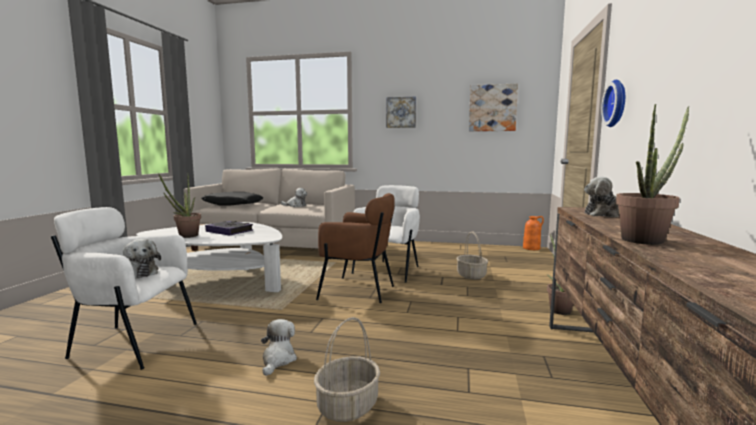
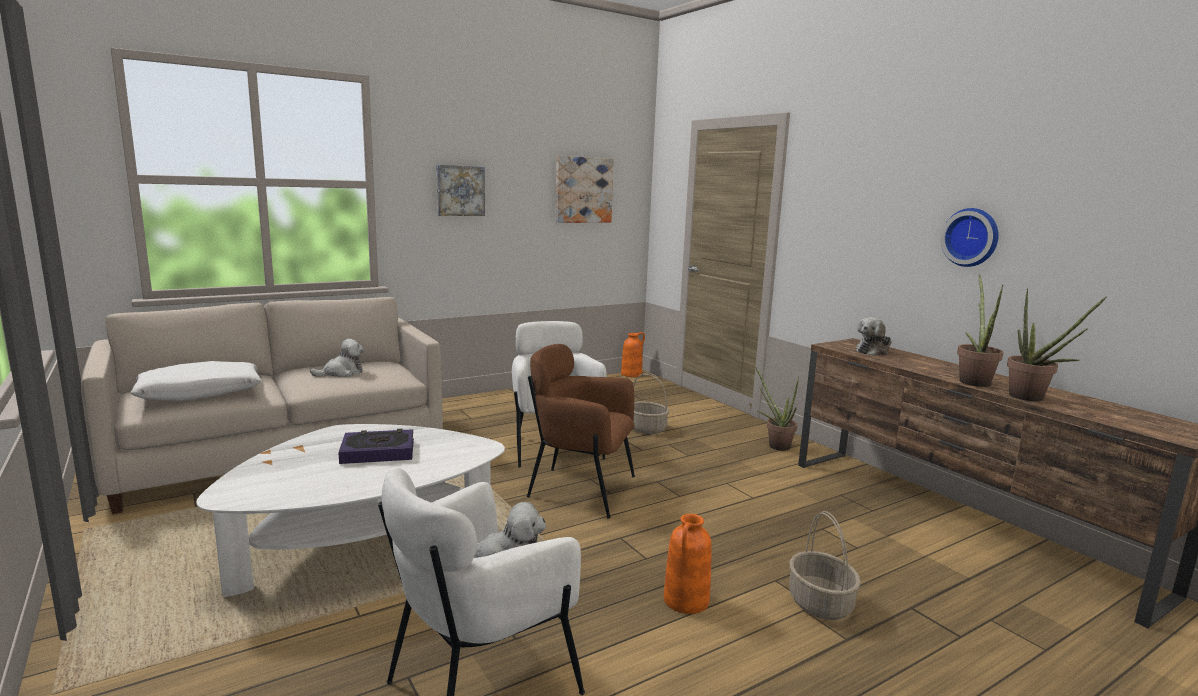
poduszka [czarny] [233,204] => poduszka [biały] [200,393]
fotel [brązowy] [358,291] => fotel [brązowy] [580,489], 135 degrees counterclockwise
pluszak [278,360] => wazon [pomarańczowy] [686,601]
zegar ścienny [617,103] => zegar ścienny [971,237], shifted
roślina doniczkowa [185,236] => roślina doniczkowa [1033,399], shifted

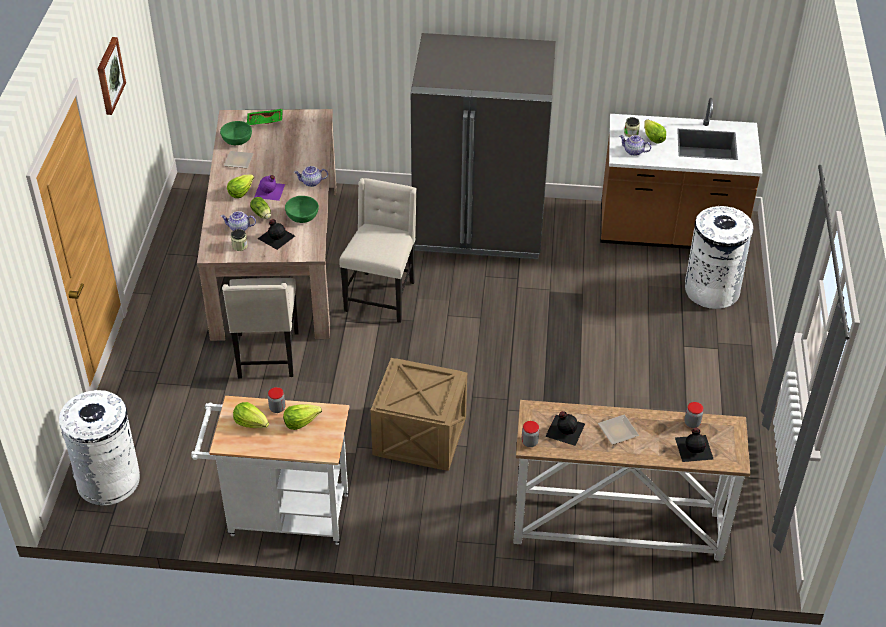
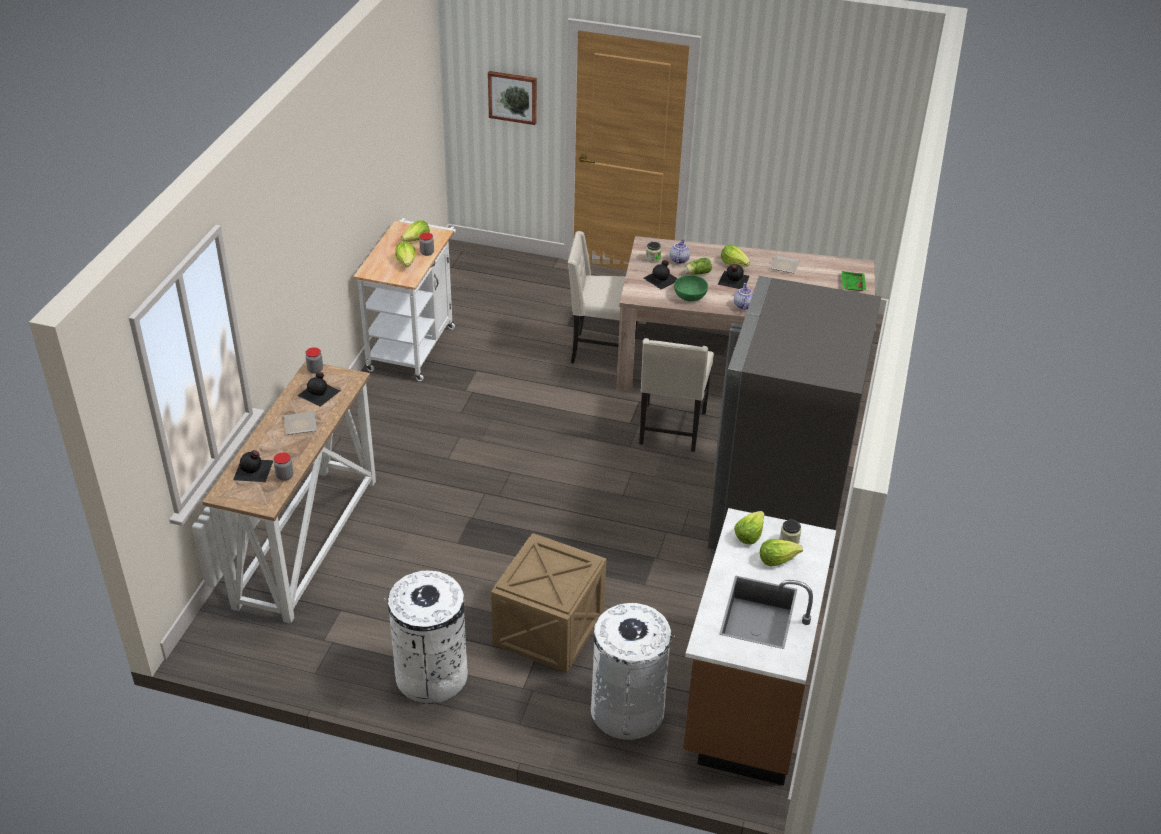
kosz na śmieci [biały] [109,480] => kosz na śmieci [biały] [431,676], shifted
obraz [109,75] => obraz [513,97], shifted
skrzynka [421,437] => skrzynka [548,630], shifted
krzesło [beżowy] [381,296] => krzesło [beżowy] [671,429], 75 degrees clockwise
butelka [fioletowy] [270,191] => butelka [czarny] [733,280]
imbryk [634,151] => sałata [749,534]
miska [zielony] [237,140] => nothing

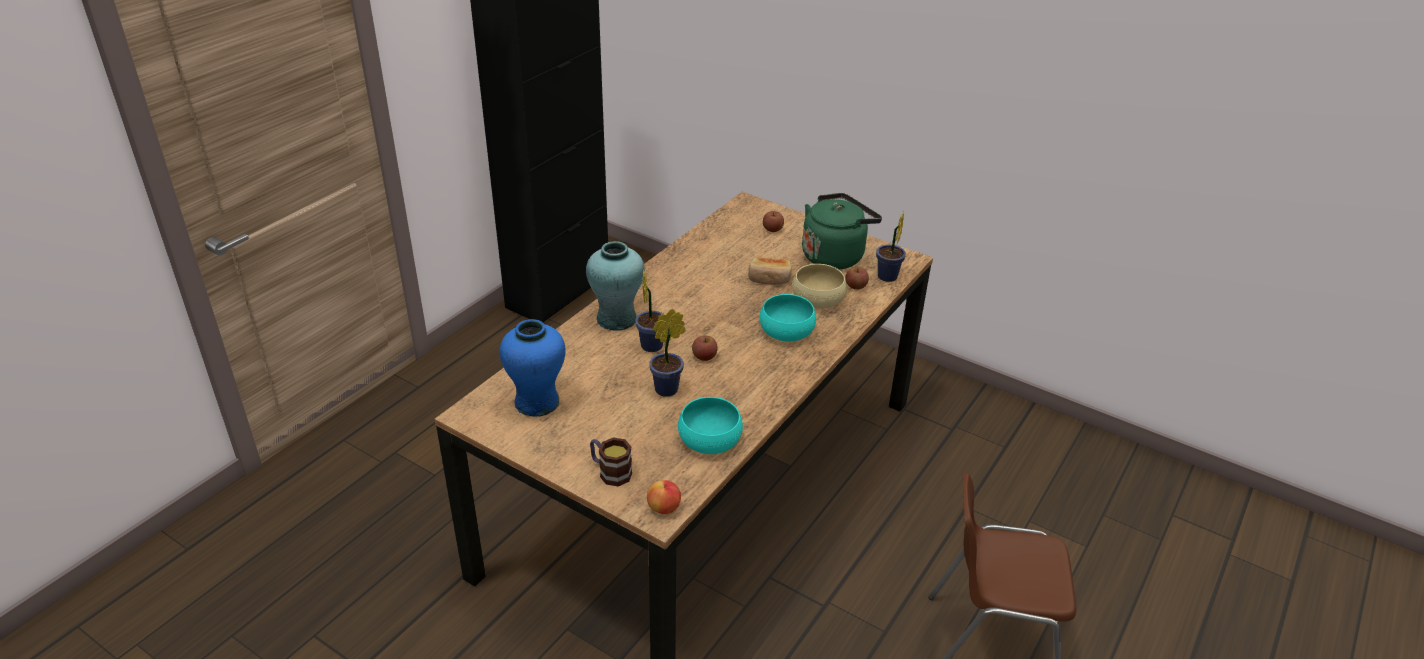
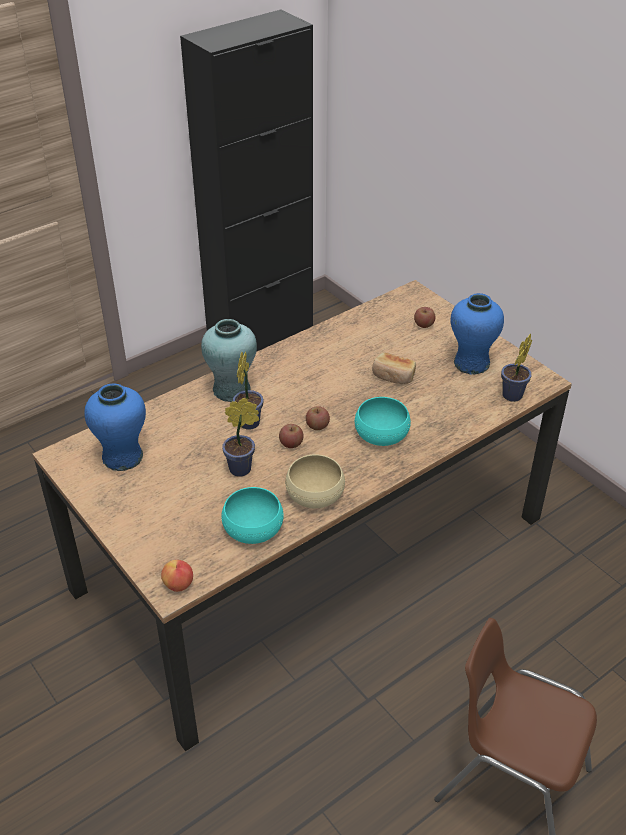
miska [beżowy] [817,299] => miska [beżowy] [314,494], shifted
jabłko [855,286] => jabłko [317,426], shifted
czajnik [zielony] [835,255] => wazon [niebieski] [471,363]
kubek [610,472] => nothing

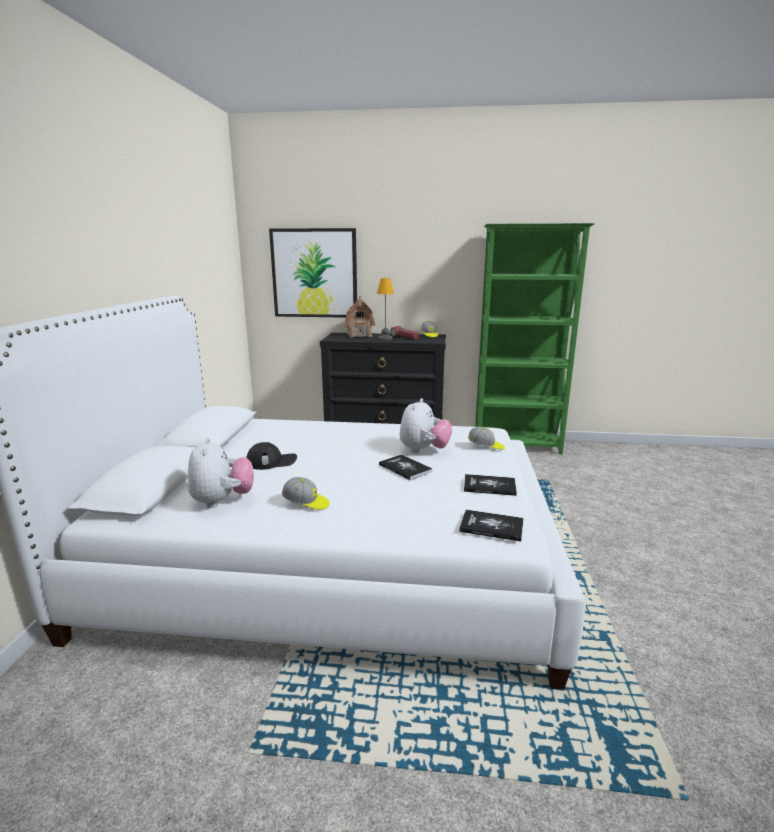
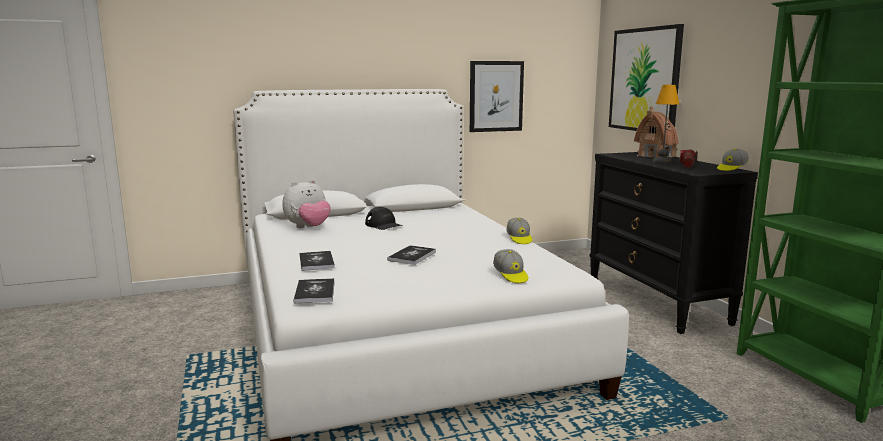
książka [489,486] => książka [316,262], shifted
nothing => obraz [496,96]
czapka z daszkiem [306,503] => czapka z daszkiem [519,239], shifted
pluszak [423,450] => nothing

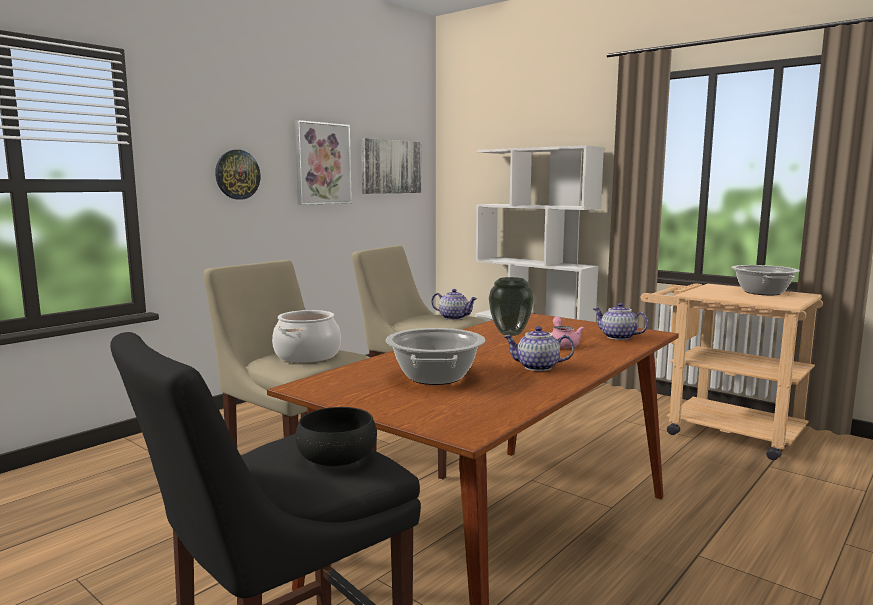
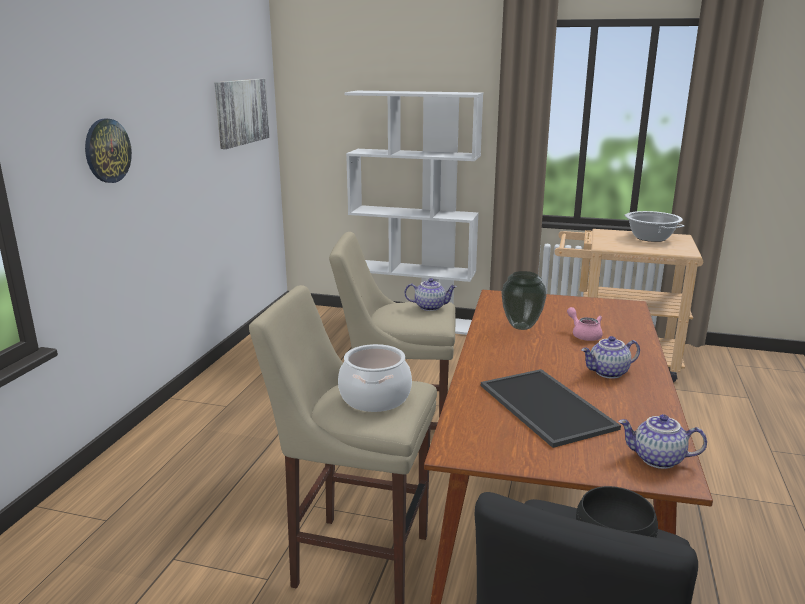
garnek [435,377] => taca [548,406]
imbryk [617,337] => imbryk [657,460], shifted
obraz [322,163] => nothing

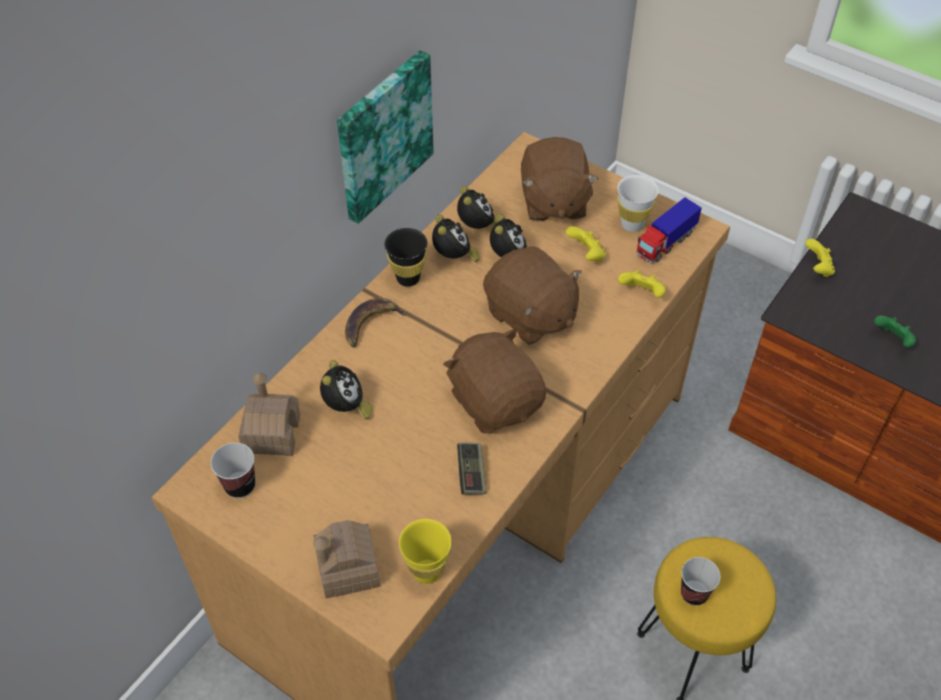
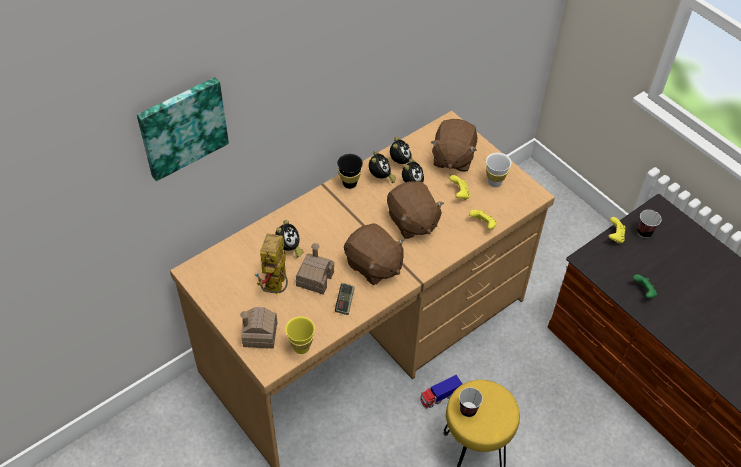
obraz [382,135] => obraz [182,127], shifted
nothing => robot zabawkowy [276,289]
domek [271,433] => domek [315,279], shifted
pluszak [brązowy] [495,401] => pluszak [brązowy] [373,265], 150 degrees clockwise
ciężarówka zabawkowa [665,243] => ciężarówka zabawkowa [439,397], shifted
filiżanka [240,485] => filiżanka [644,232], shifted
banan [371,324] => nothing

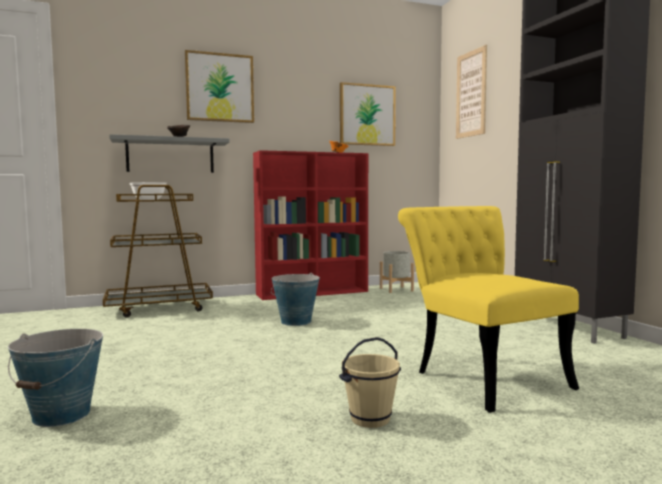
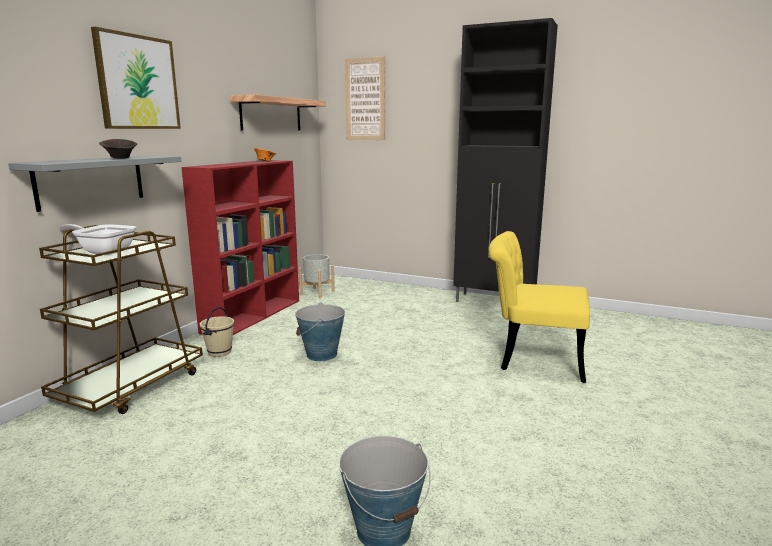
wiadro [beżowy] [370,419] => wiadro [beżowy] [219,352], shifted
obraz [367,115] => półka [271,114]

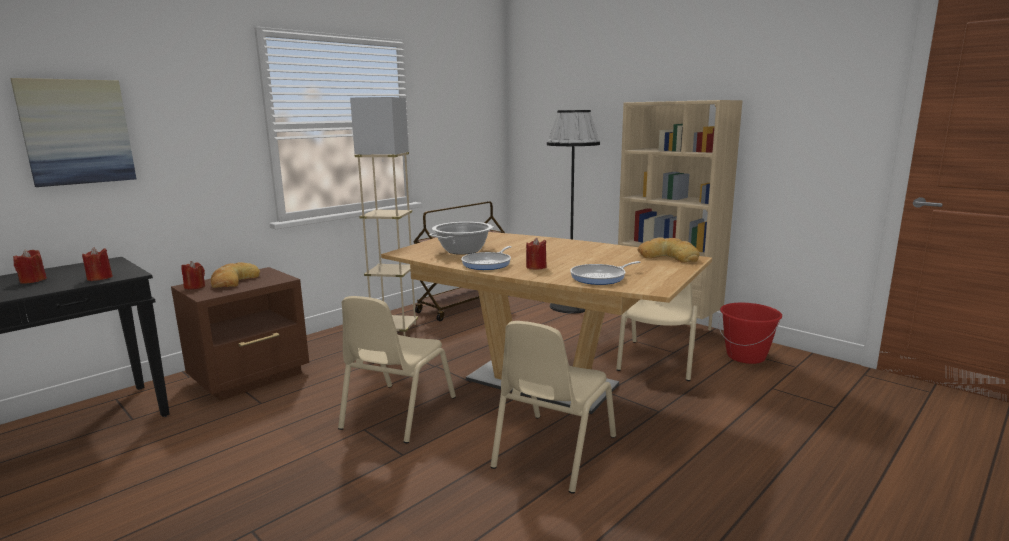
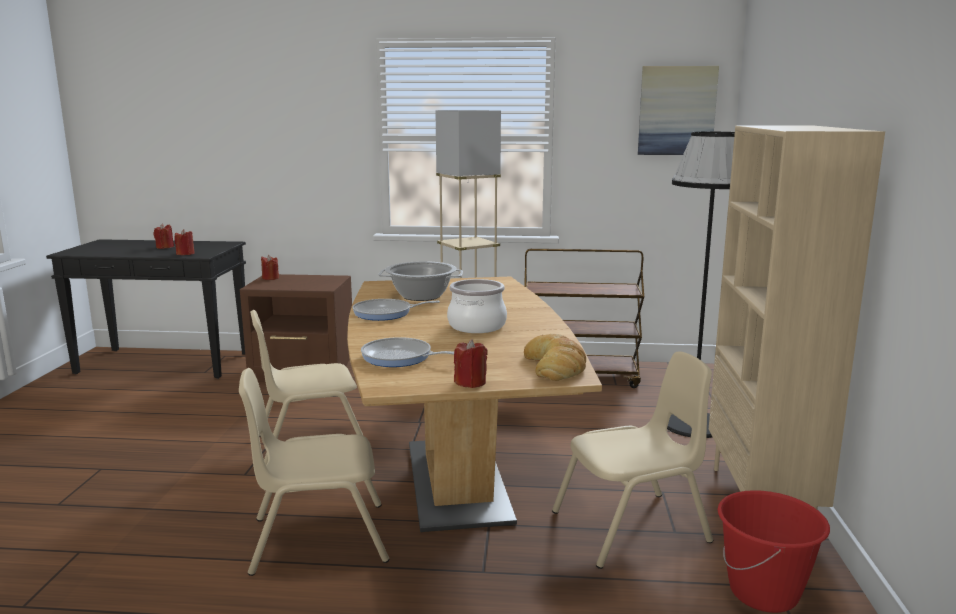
nothing => garnek [477,326]
świeca [czerwony] [536,267] => świeca [czerwony] [470,382], shifted
obraz [77,132] => obraz [676,111], shifted
chleb [233,281] => nothing

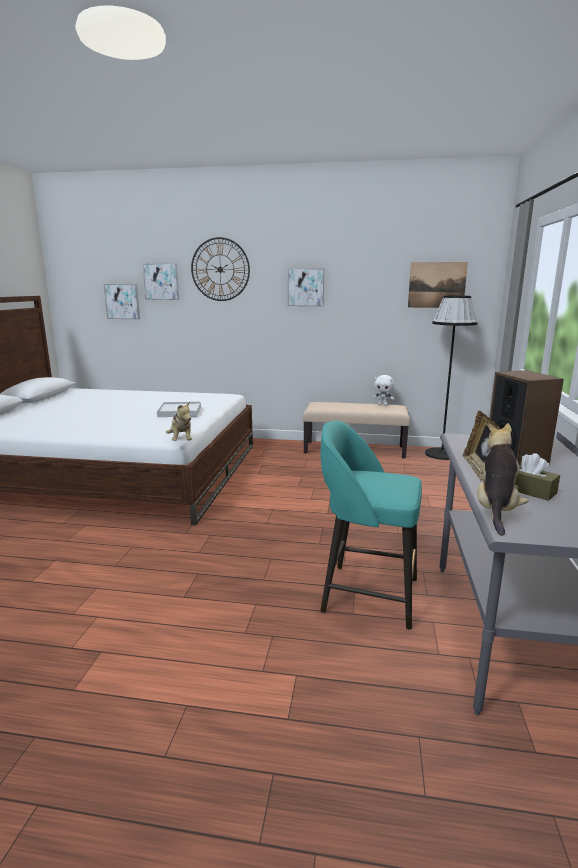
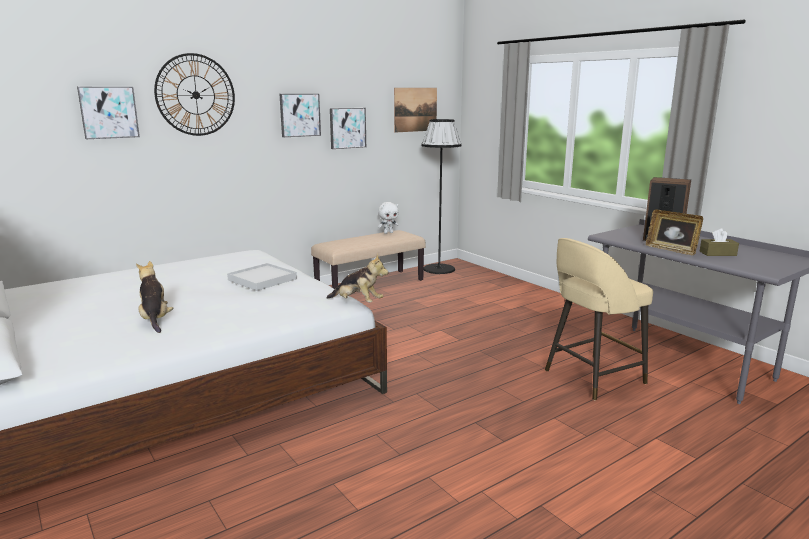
pluszak [496,509] => pluszak [155,319], shifted
obraz [122,301] => obraz [347,128], shifted
stołek [turkusowy] [366,594] => stołek [beżowy] [592,377]

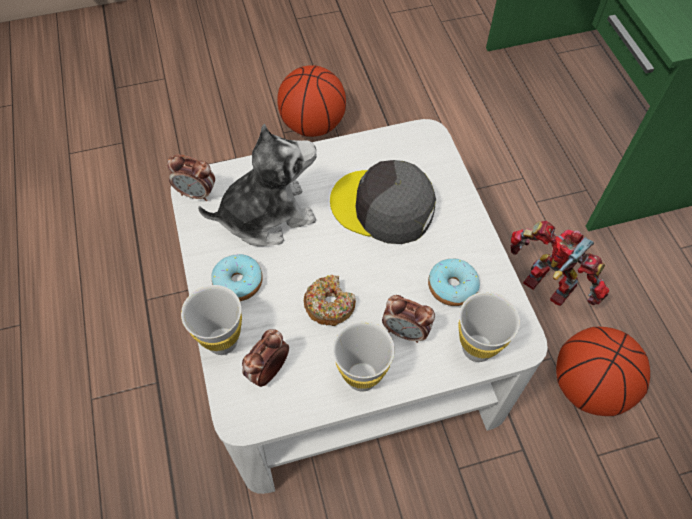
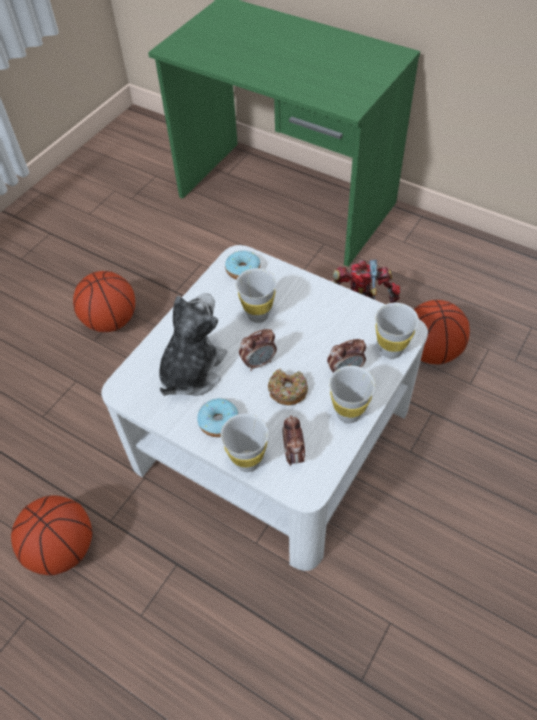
nothing => piłka do koszykówki [63,549]
donut [452,287] => donut [243,270], shifted
czapka z daszkiem [szary] [383,207] => filiżanka [biały] [258,315]
budzik [197,194] => budzik [259,362], shifted

